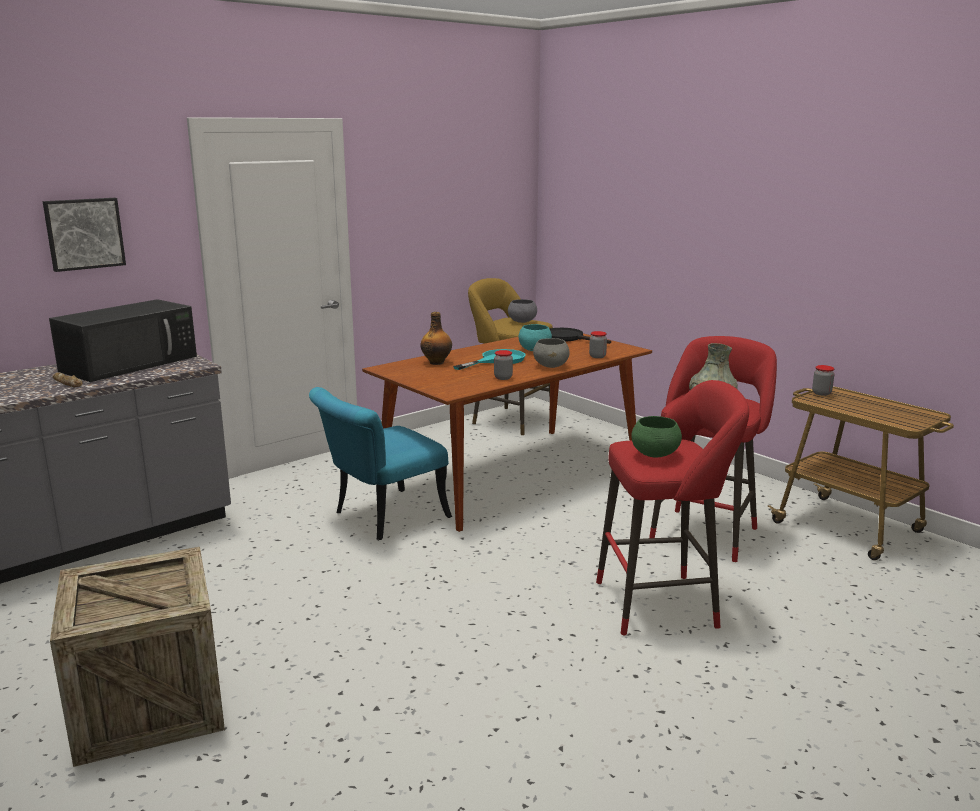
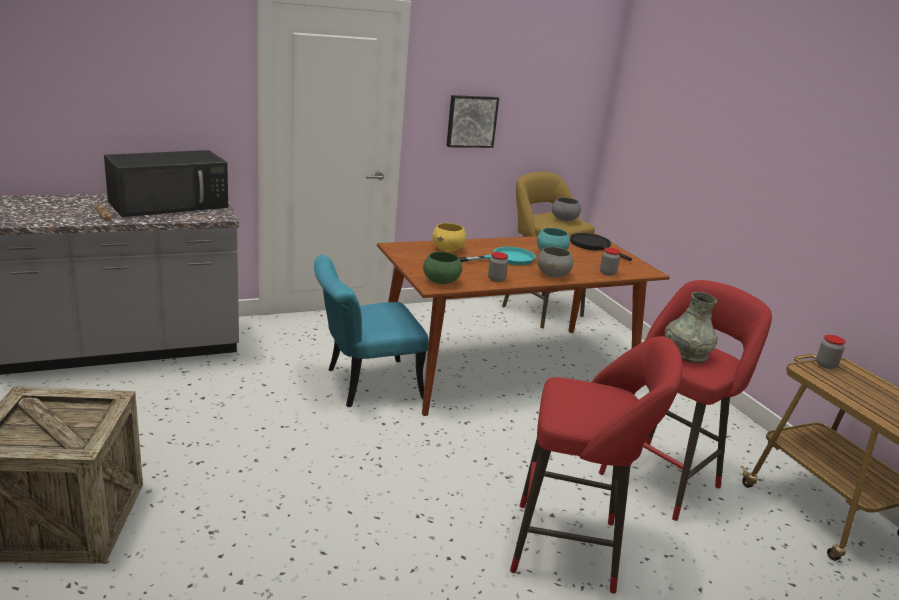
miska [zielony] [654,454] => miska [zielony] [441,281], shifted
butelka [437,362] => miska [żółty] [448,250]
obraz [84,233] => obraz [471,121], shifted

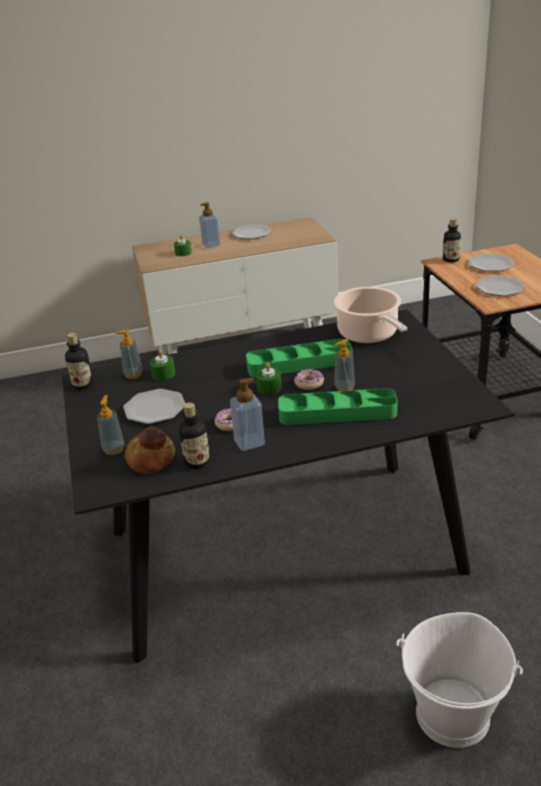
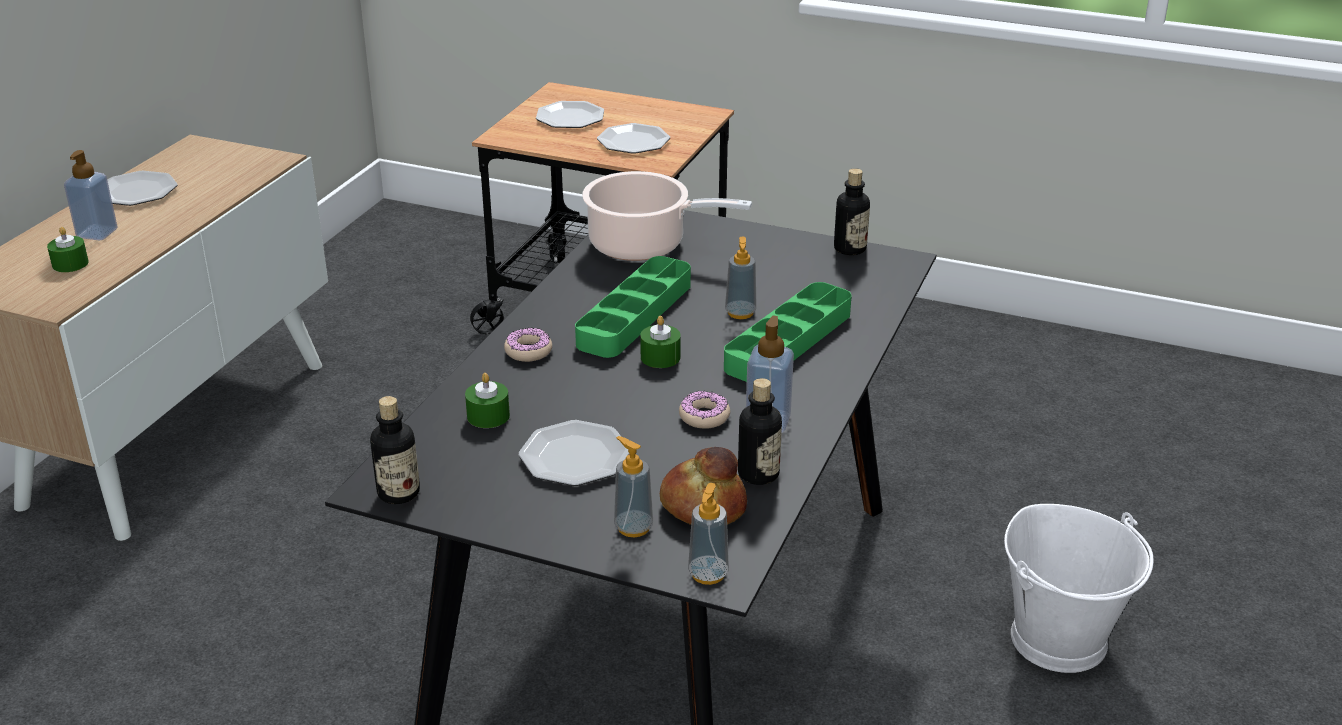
donut [309,383] => donut [528,351], shifted
dozownik mydła [133,375] => dozownik mydła [708,574], shifted
butelka [450,260] => butelka [850,249], shifted

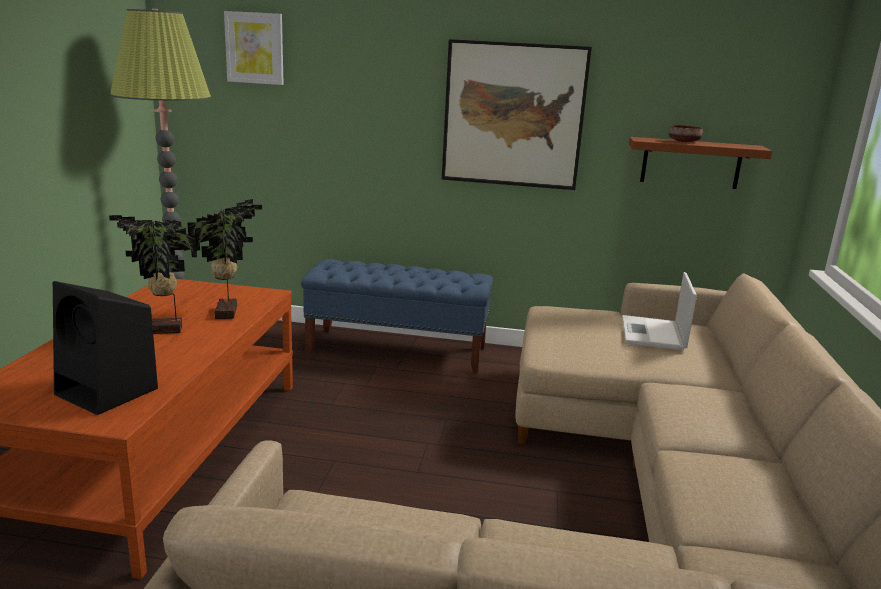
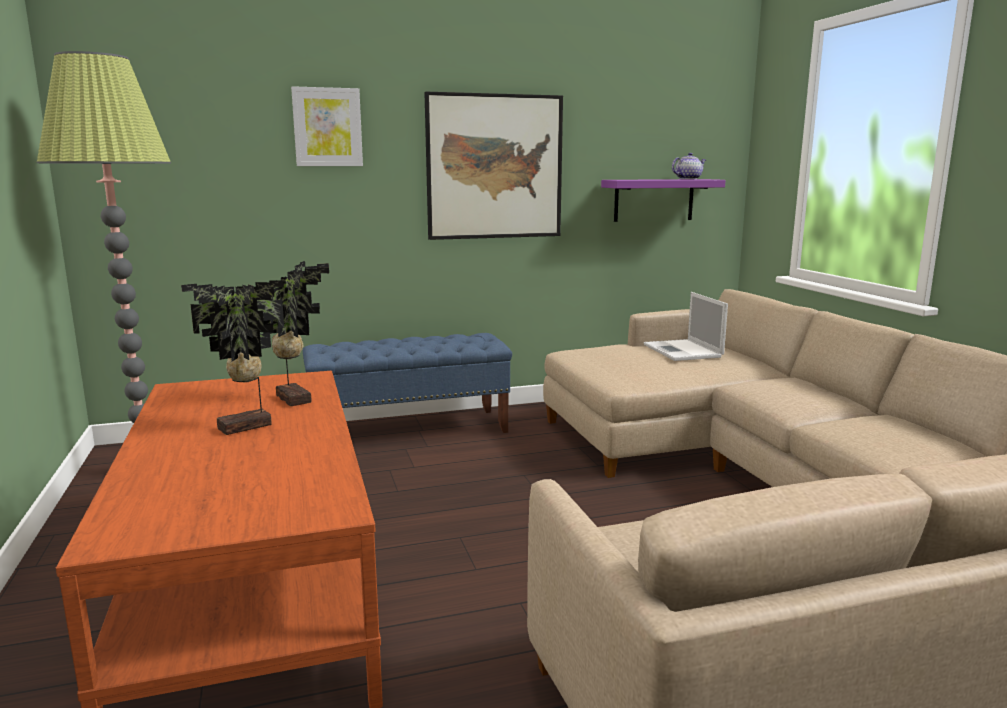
obraz [255,48] => obraz [327,127], shifted
półka [brązowy] [691,163] => półka [fioletowy] [654,200]
nothing => imbryk [688,179]
głośnik [czarny] [109,392] => nothing
miska [brązowy] [684,142] => nothing

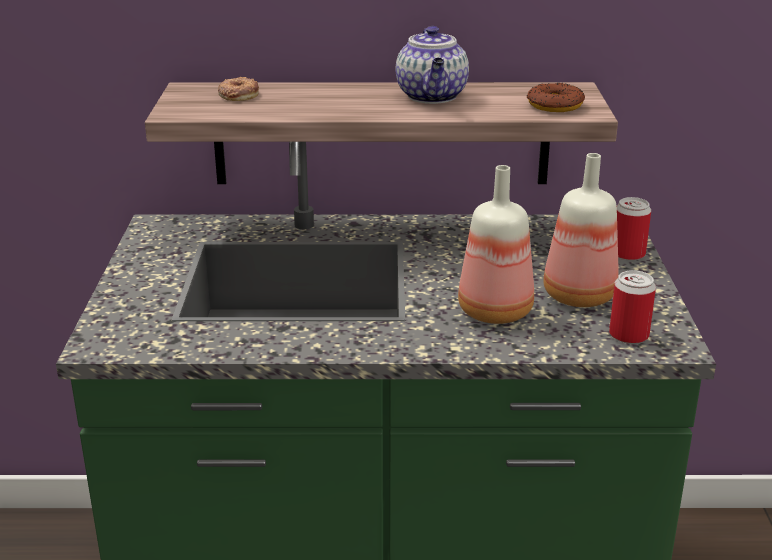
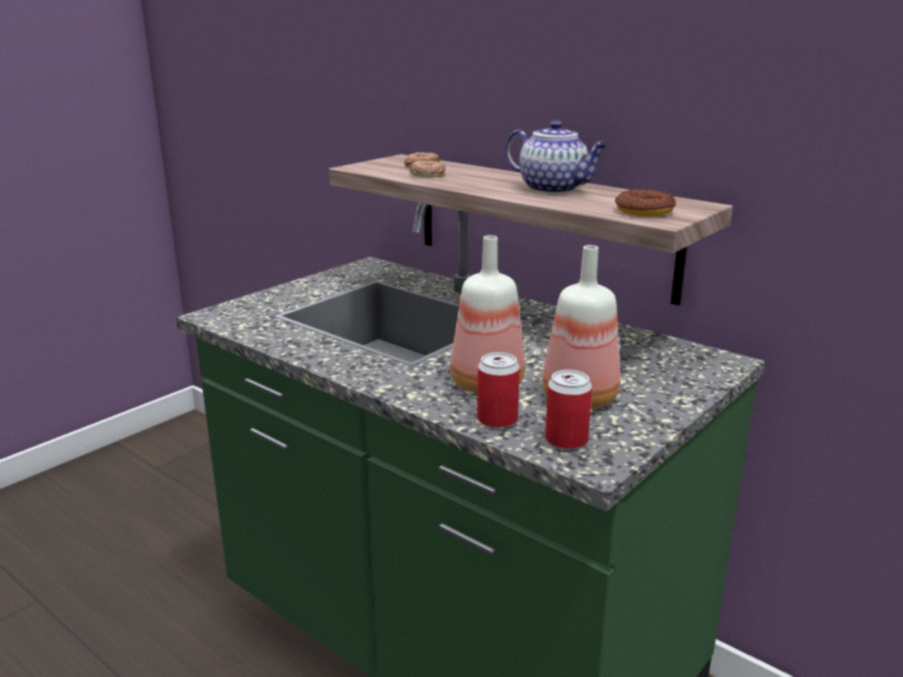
nothing => donut [427,174]
puszka [628,254] => puszka [497,420], shifted
imbryk [432,97] => imbryk [554,189], 90 degrees counterclockwise

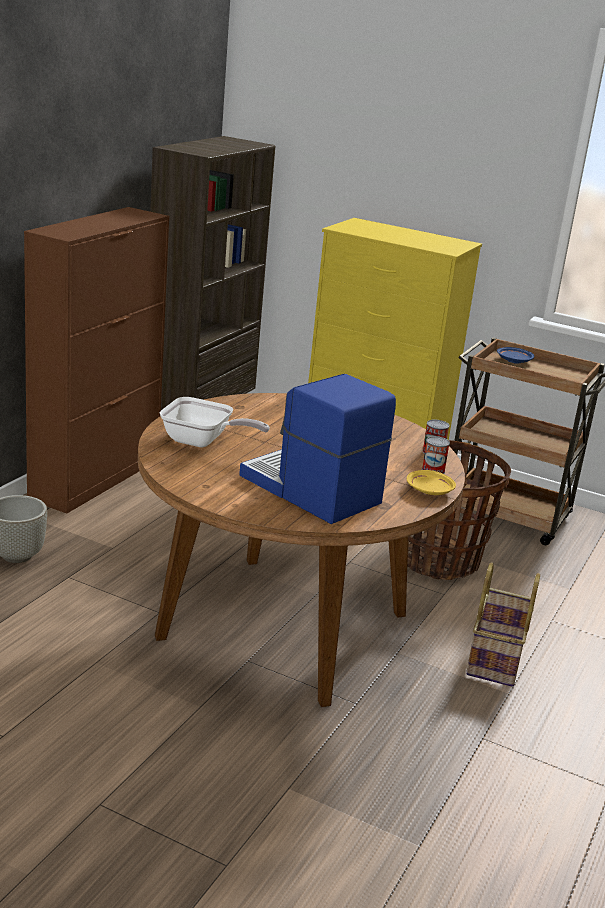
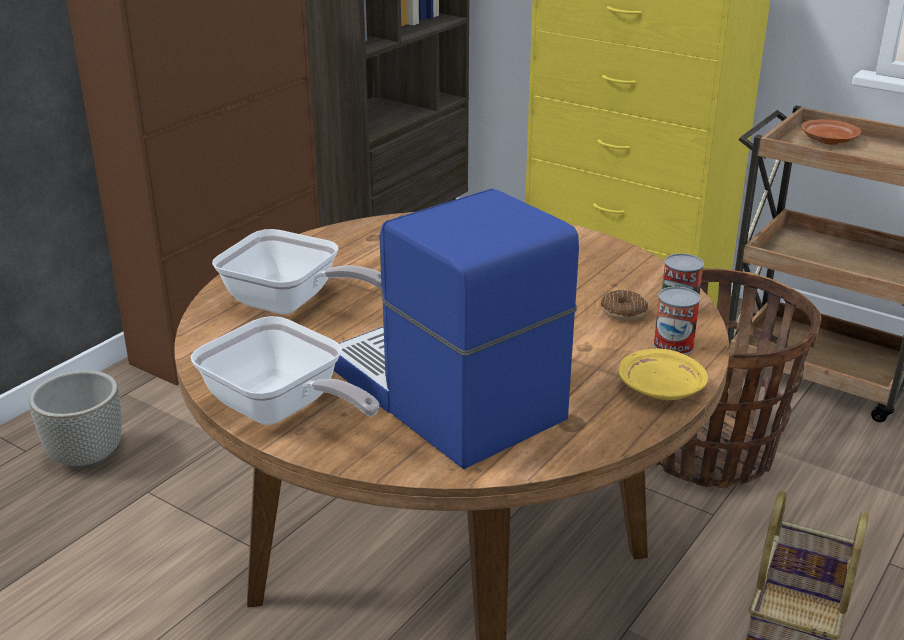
nothing => patelnia [281,410]
nothing => donut [623,312]
talerz [niebieski] [513,360] => talerz [brązowy] [828,140]

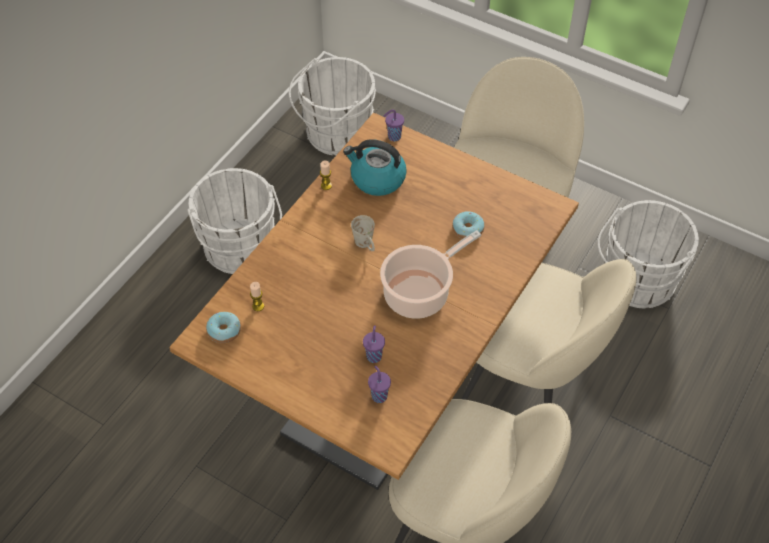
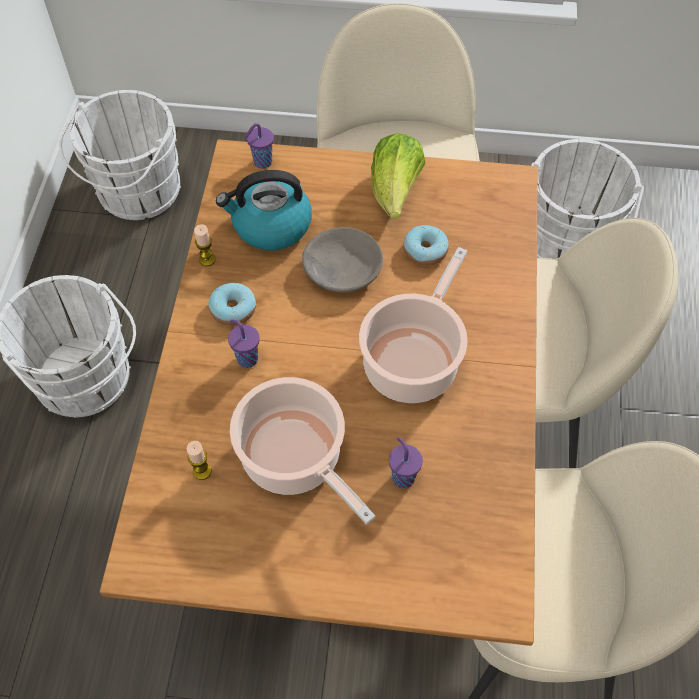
donut [224,331] => donut [233,309], shifted
filiżanka [fioletowy] [379,395] => filiżanka [fioletowy] [246,358], shifted
nothing => garnek [295,459]
nothing => miska [szary] [341,269]
nothing => sałata [395,192]
kubek [biały] [366,245] => nothing

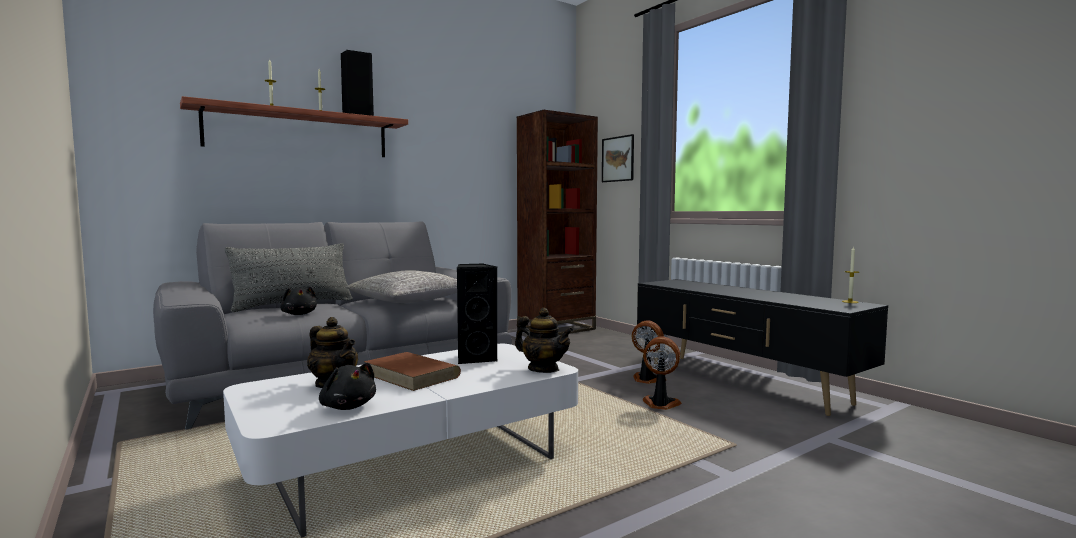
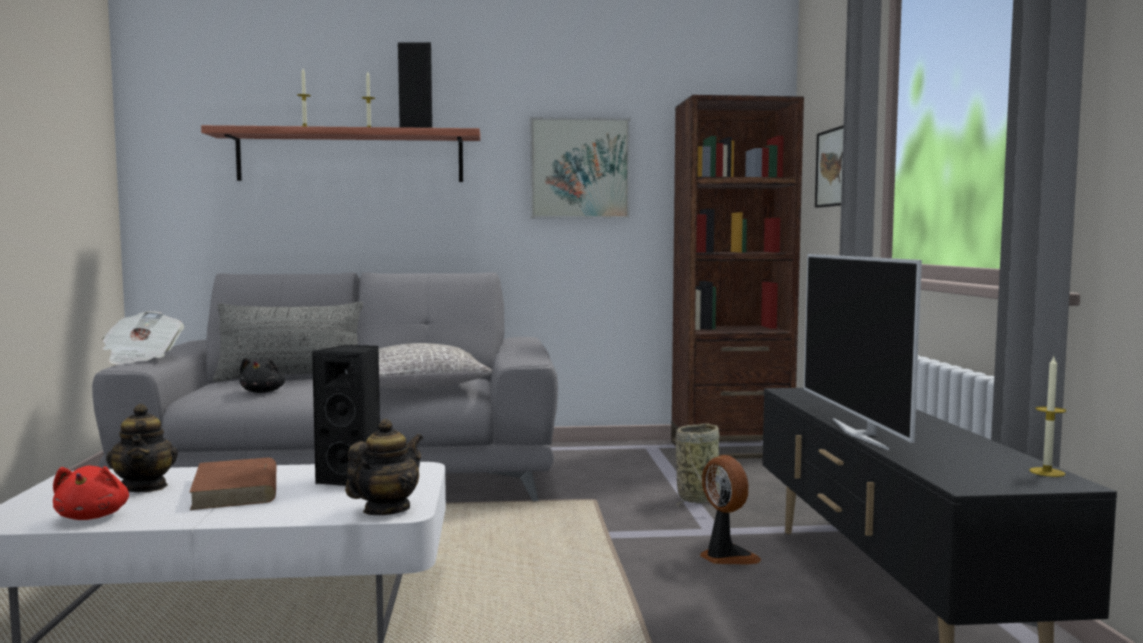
pluszak [czarny] [347,407] => pluszak [czerwony] [93,516]
nothing => gazeta [141,358]
imbryk [543,369] => imbryk [386,510], 120 degrees counterclockwise
nothing => obraz [579,168]
nothing => koszyk [699,498]
nothing => telewizor [861,434]
wentylator [660,404] => nothing

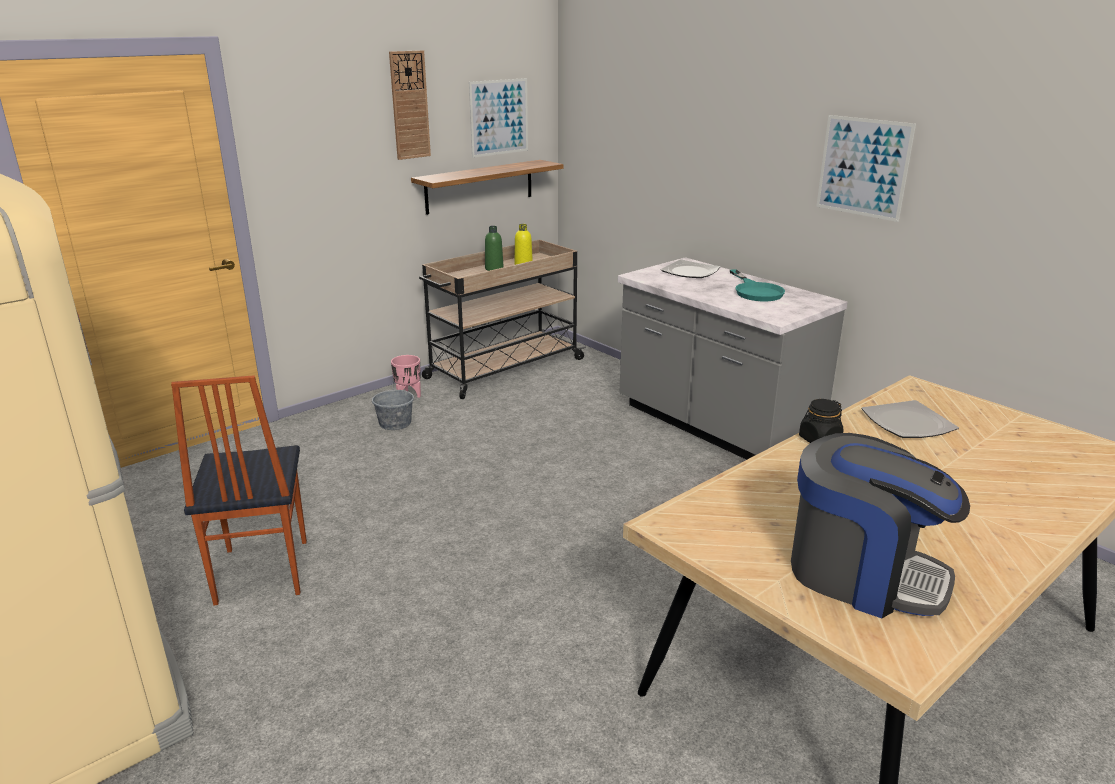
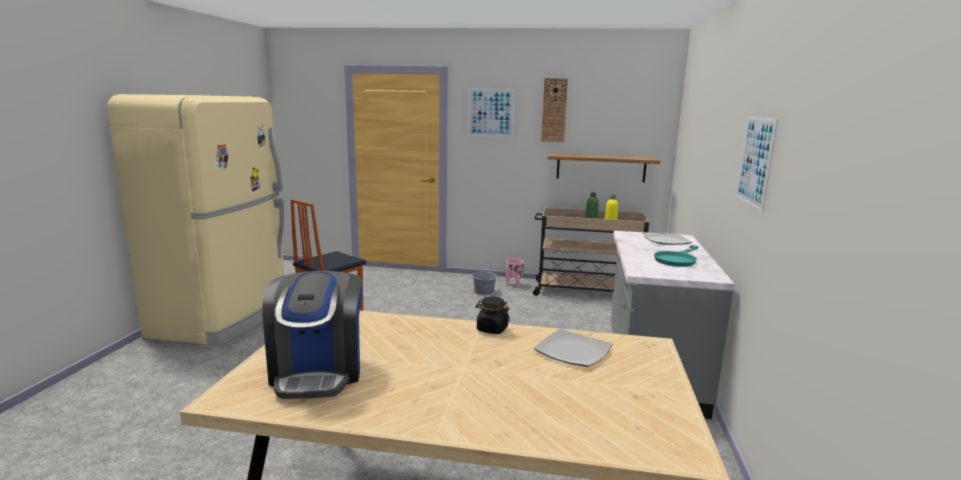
obraz [499,117] => obraz [491,112], shifted

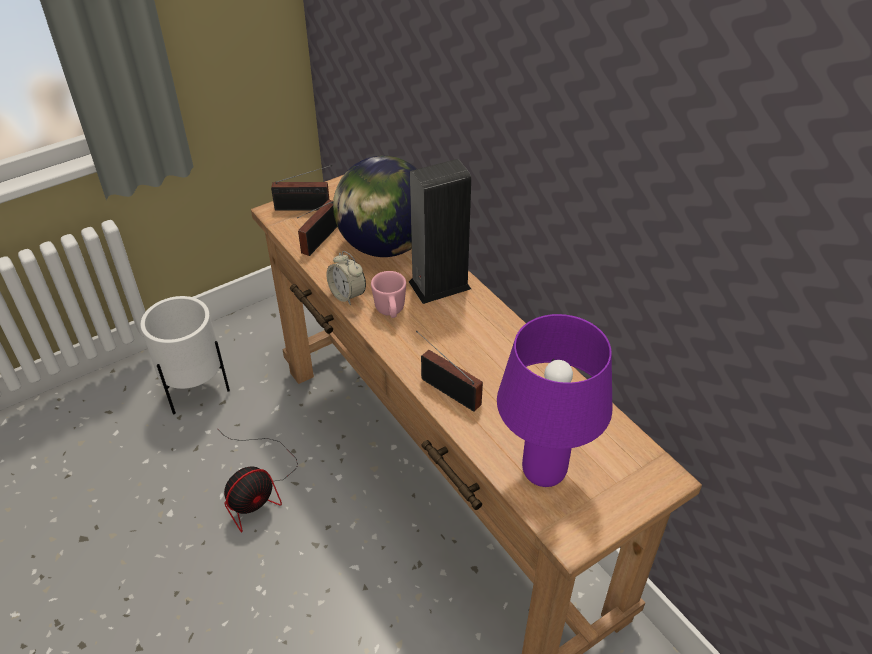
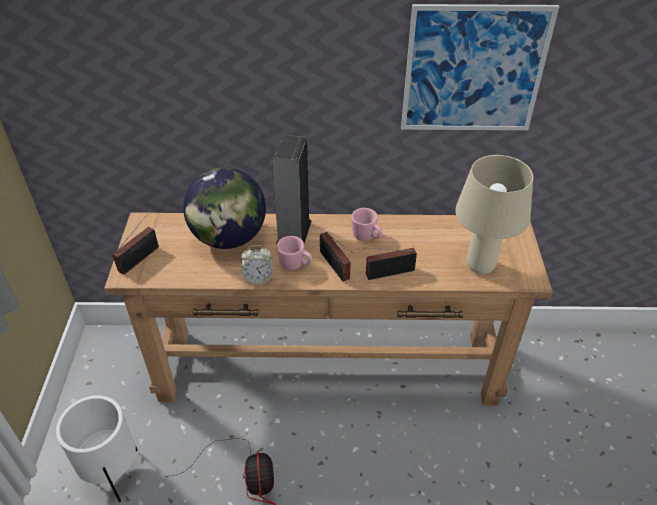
radio [318,240] => radio [335,267], shifted
nothing => kubek [różowy] [367,237]
nothing => obraz [473,70]
lampa stołowa [fioletowy] [542,472] => lampa stołowa [beżowy] [480,266]

